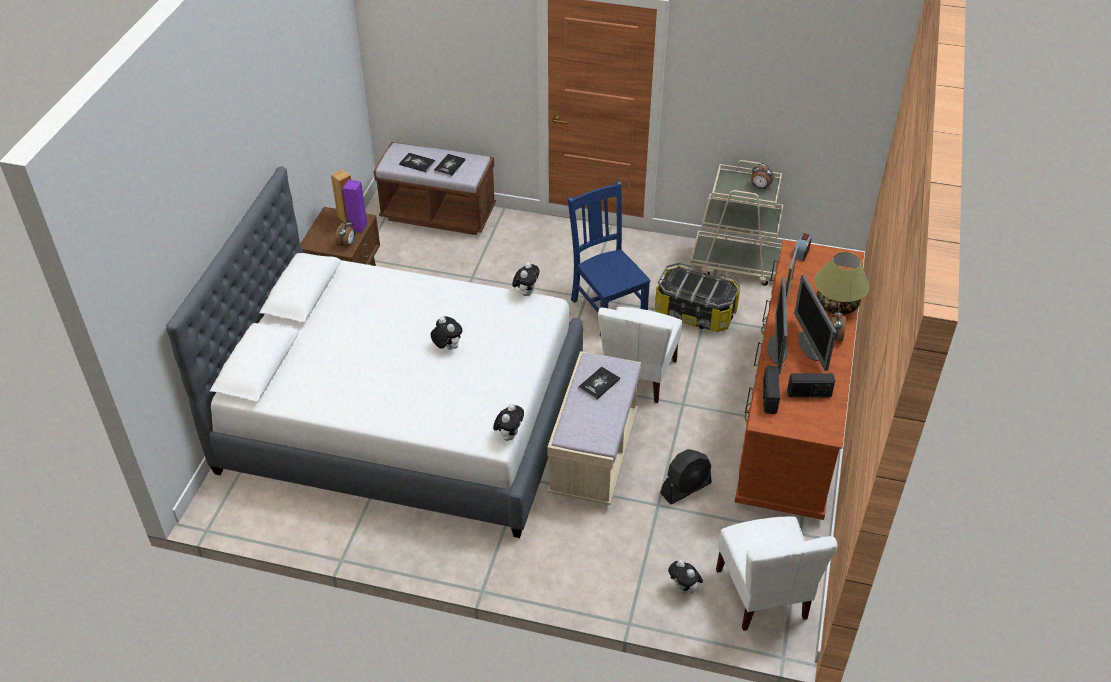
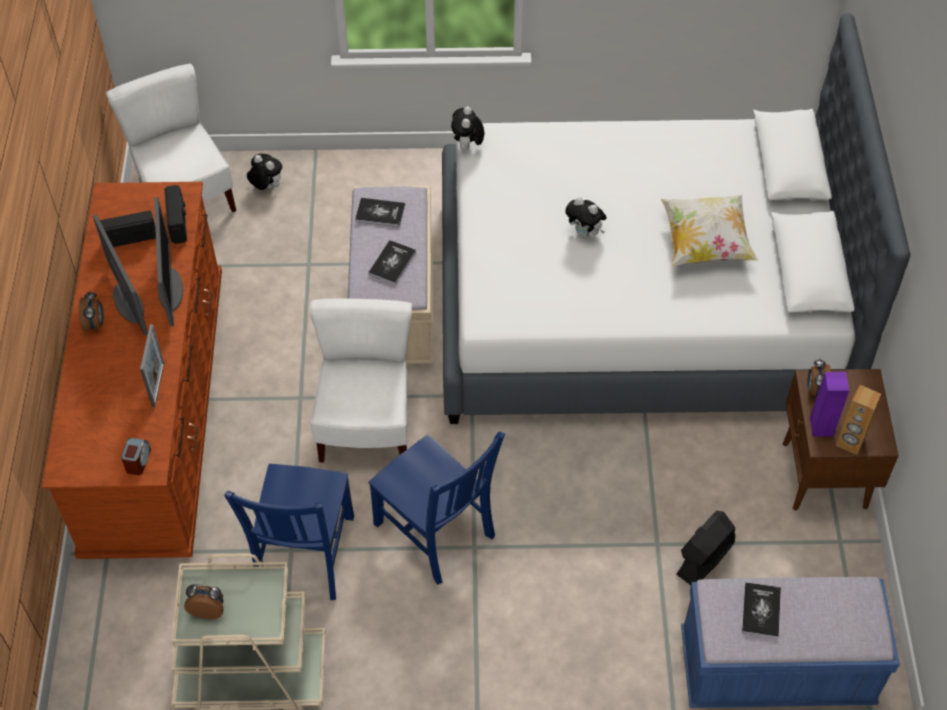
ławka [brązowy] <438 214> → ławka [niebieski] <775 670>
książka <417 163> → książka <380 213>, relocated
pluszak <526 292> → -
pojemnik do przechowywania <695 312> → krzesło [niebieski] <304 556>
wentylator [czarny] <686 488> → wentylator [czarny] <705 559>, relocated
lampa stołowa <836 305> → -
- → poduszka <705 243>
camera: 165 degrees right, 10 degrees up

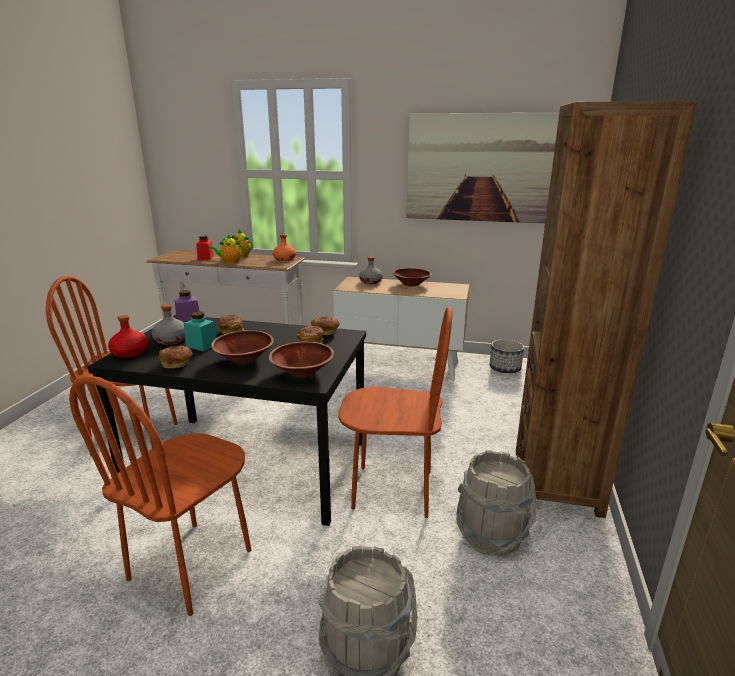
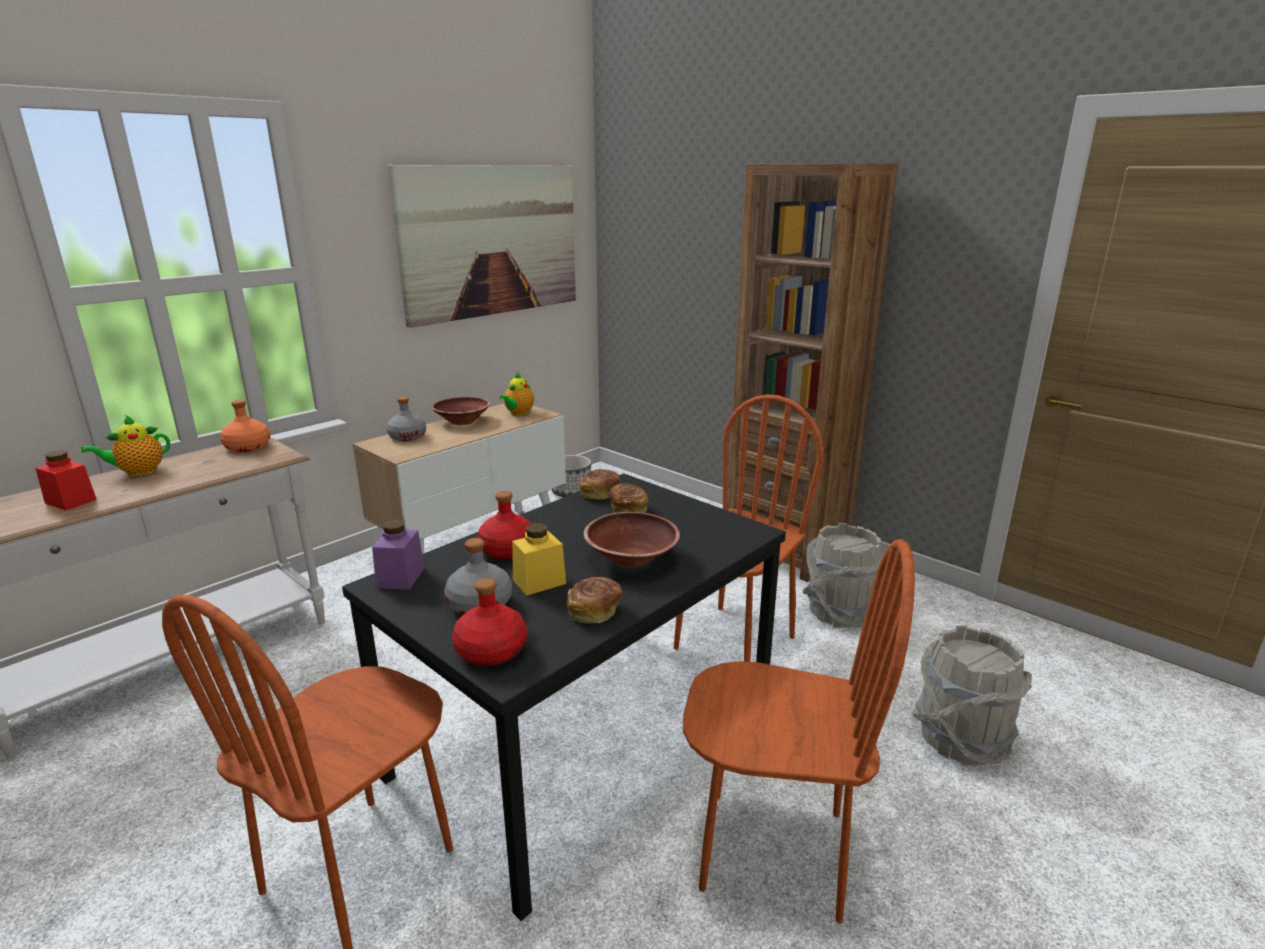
krzesło [brązowy] <191 565> → krzesło [brązowy] <773 851>, 45 degrees counterclockwise
słoik [turkusowy] <201 345> → słoik [żółty] <539 582>
imbryk <230 262> → imbryk <518 413>, relocated
chleb <231 331> → butelka [czerwony] <507 550>
miska [brązowy] <302 372> → -
camera: 60 degrees left, 0 degrees up

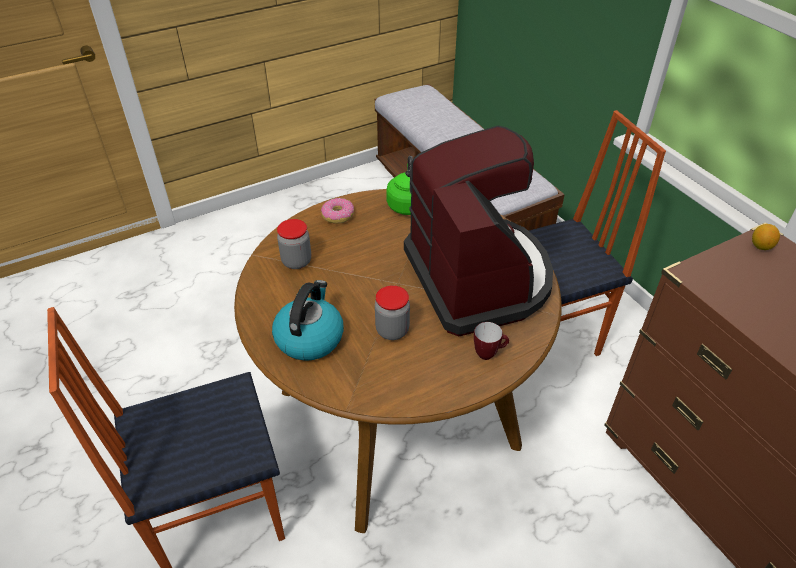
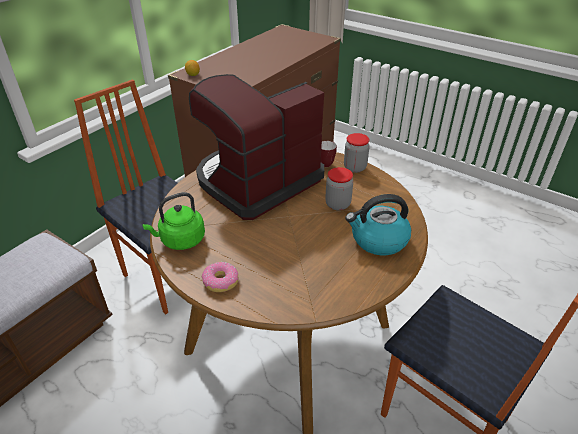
słoik <296 261> → słoik <355 167>, relocated
camera: 115 degrees left, 5 degrees down

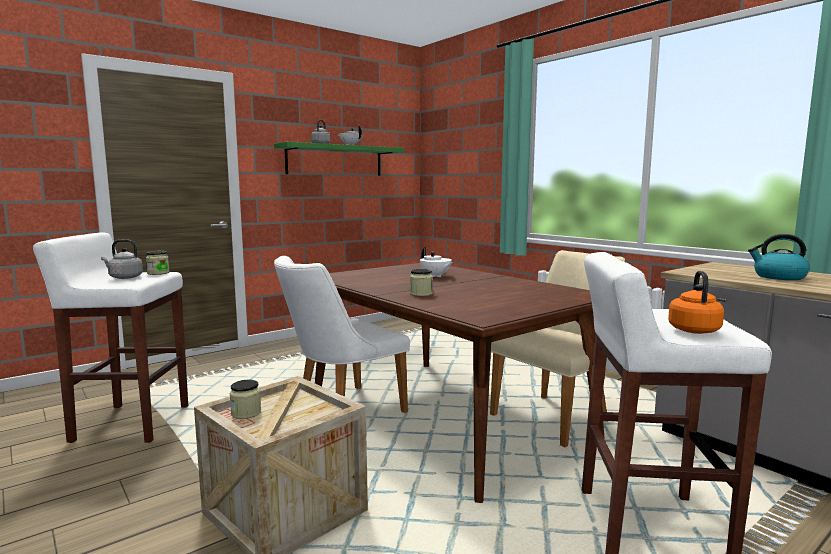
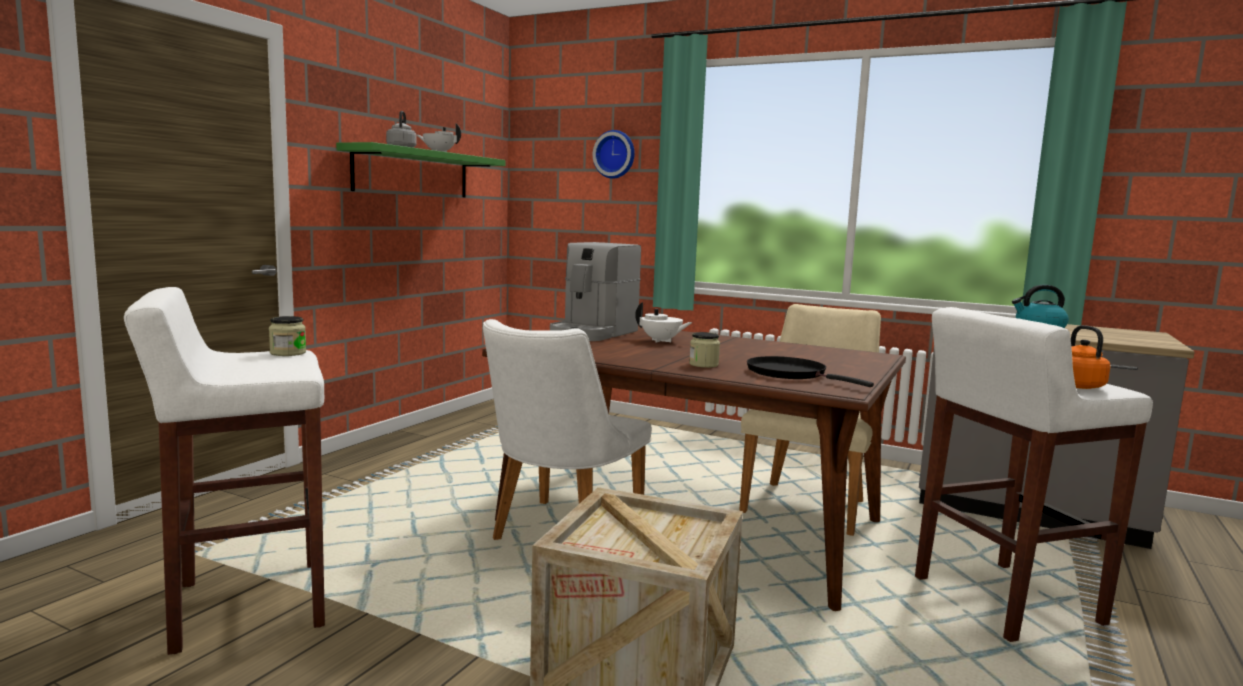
czajnik [szary] <124 277> → -
słoik <246 413> → -
- → ekspres do kawy <593 333>
- → zegar ścienny <615 154>
- → patelnia [czarny] <791 374>
camera: 25 degrees left, 0 degrees up

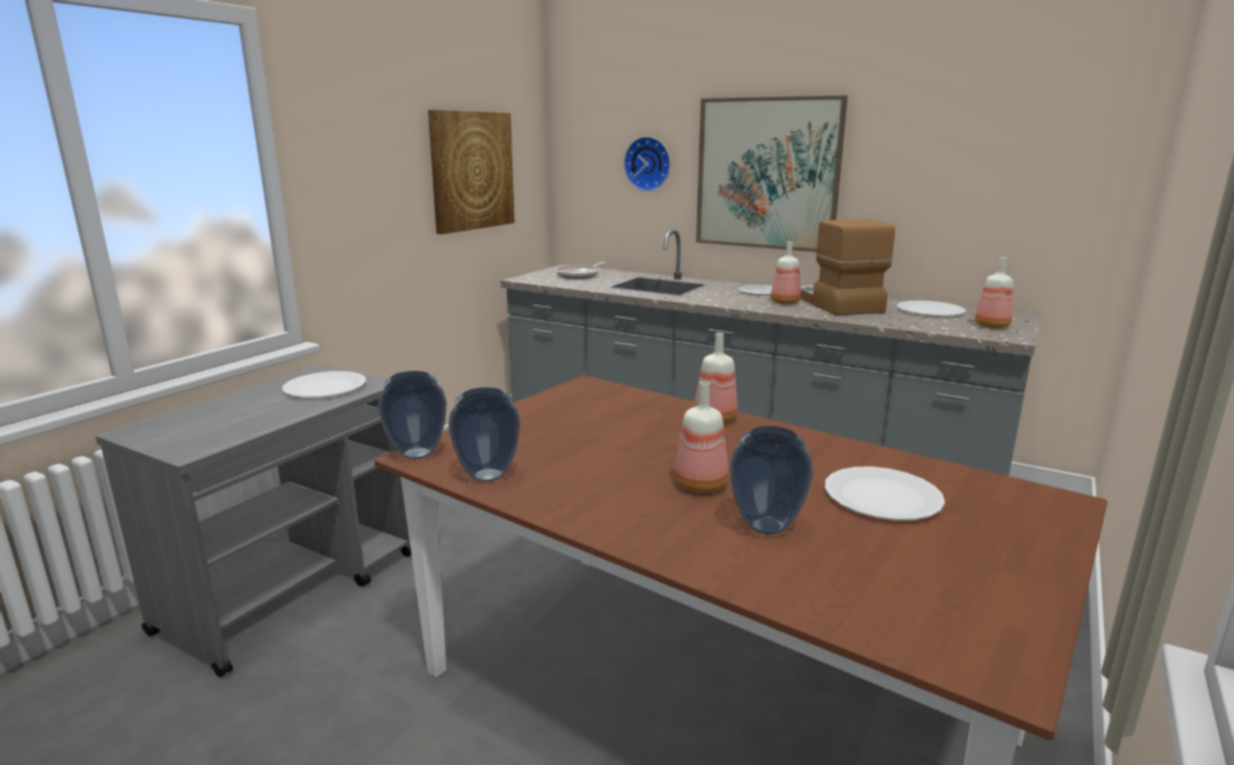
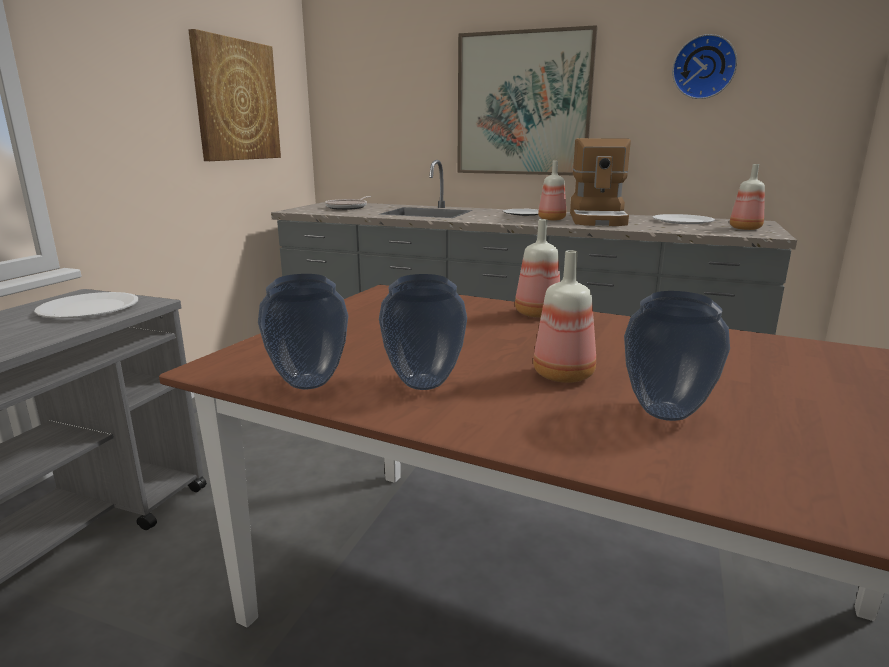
wazon <416 453> → wazon <422 383>, relocated
zegar ścienny <648 163> → zegar ścienny <703 67>, relocated
ekspres do kawy <837 304> → ekspres do kawy <598 219>, 150 degrees counterclockwise
talerz [biały] <882 496> → -
camera: 10 degrees left, 0 degrees up

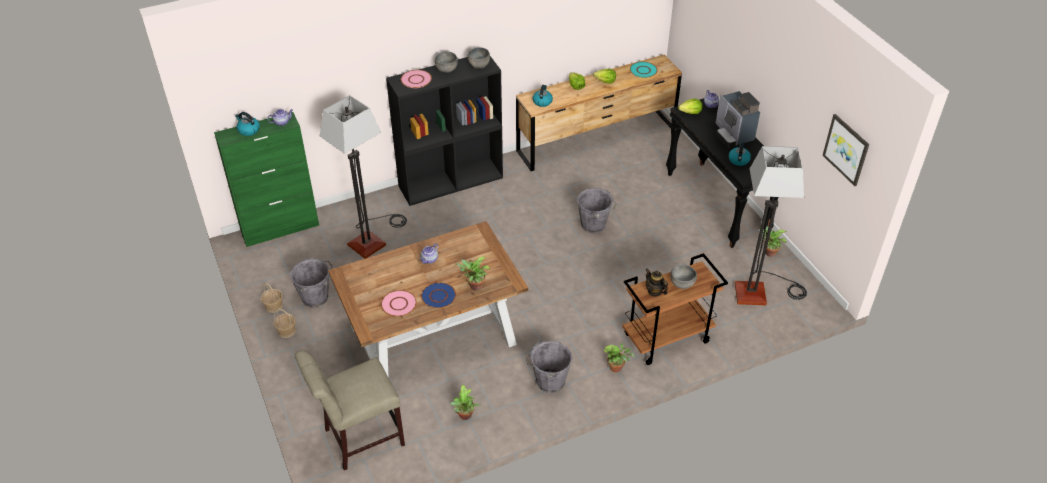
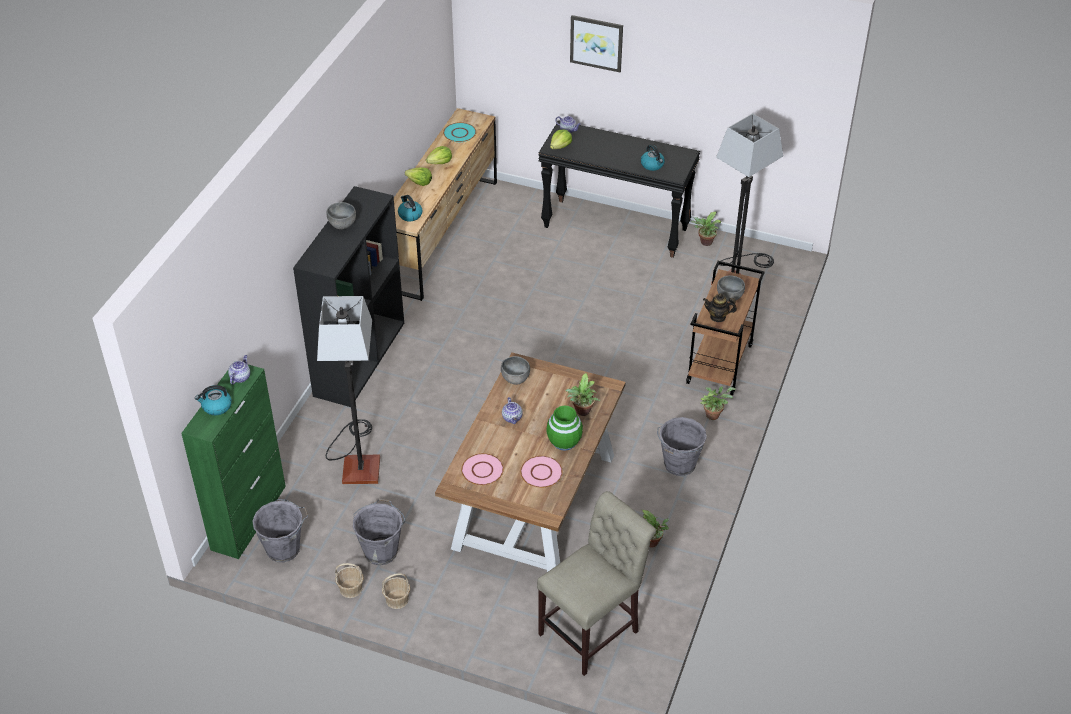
krzesło [beżowy] <359 438> → krzesło [beżowy] <593 630>, 150 degrees counterclockwise
talerz [różowy] <416 79> → talerz [różowy] <482 470>, relocated
talerz [niebieski] <438 296> → wazon [zielony] <564 441>
miska [szary] <479 66> → miska [szary] <515 379>, relocated
wiadro [szary] <594 225> → wiadro [szary] <284 548>, relocated
ekspres do kawy <733 134> → -
obraz <846 149> → obraz <596 43>, relocated
camera: 45 degrees left, 0 degrees up

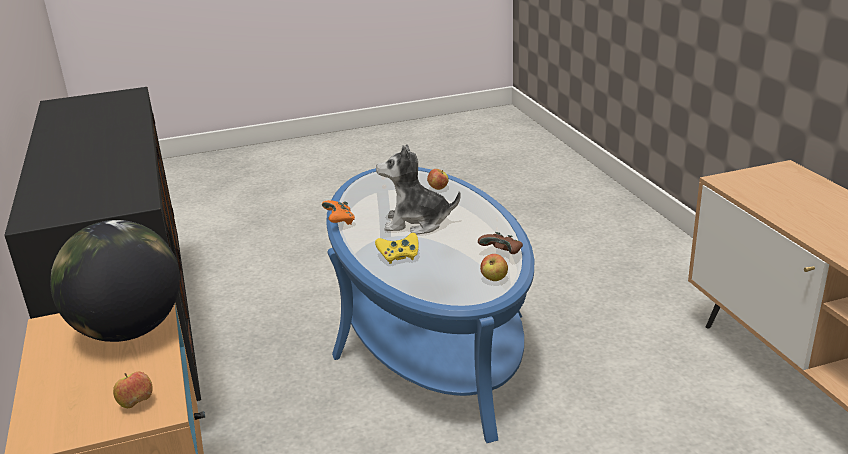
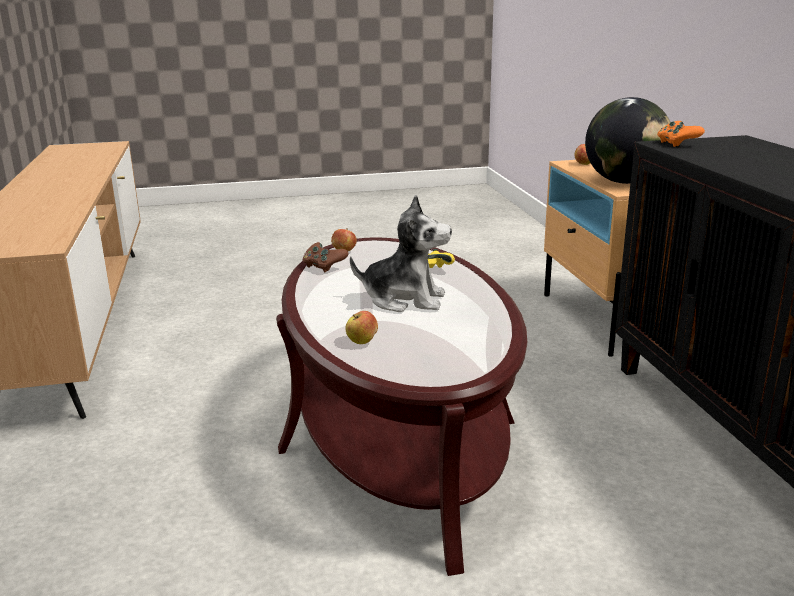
pad do gier [pomarańczowy] <339 221> → pad do gier [pomarańczowy] <677 144>, relocated
ława [niebieski] <429 335> → ława [brązowy] <398 435>
camera: 175 degrees left, 5 degrees down

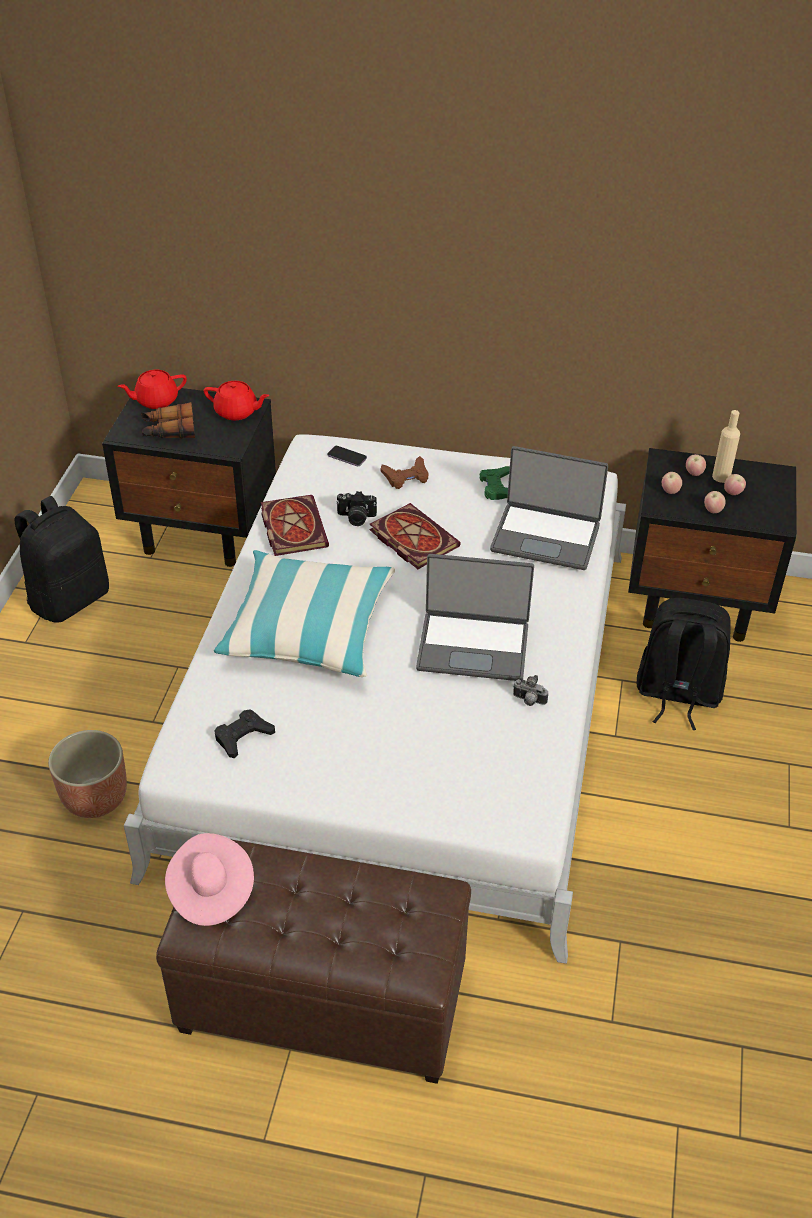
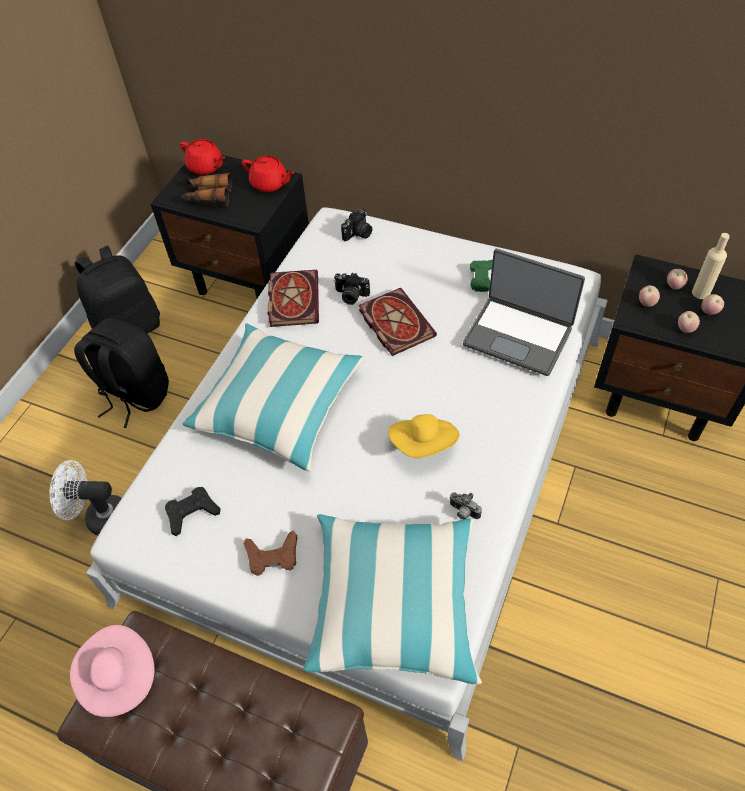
donica <95 797> → wentylator [biały] <101 517>
imbryk [czerwony] <156 400> → imbryk [czerwony] <206 167>, 135 degrees counterclockwise
telefon <347 457> → aparat fotograficzny <358 234>
pad do gier [brązowy] <406 477> → pad do gier [brązowy] <272 556>, relocated
laptop <473 646> → kapelusz [żółty] <424 445>
plecak [czarny] <677 694> → plecak [czarny] <134 395>, relocated
- → poduszka <394 603>
camera: 15 degrees right, 10 degrees up

